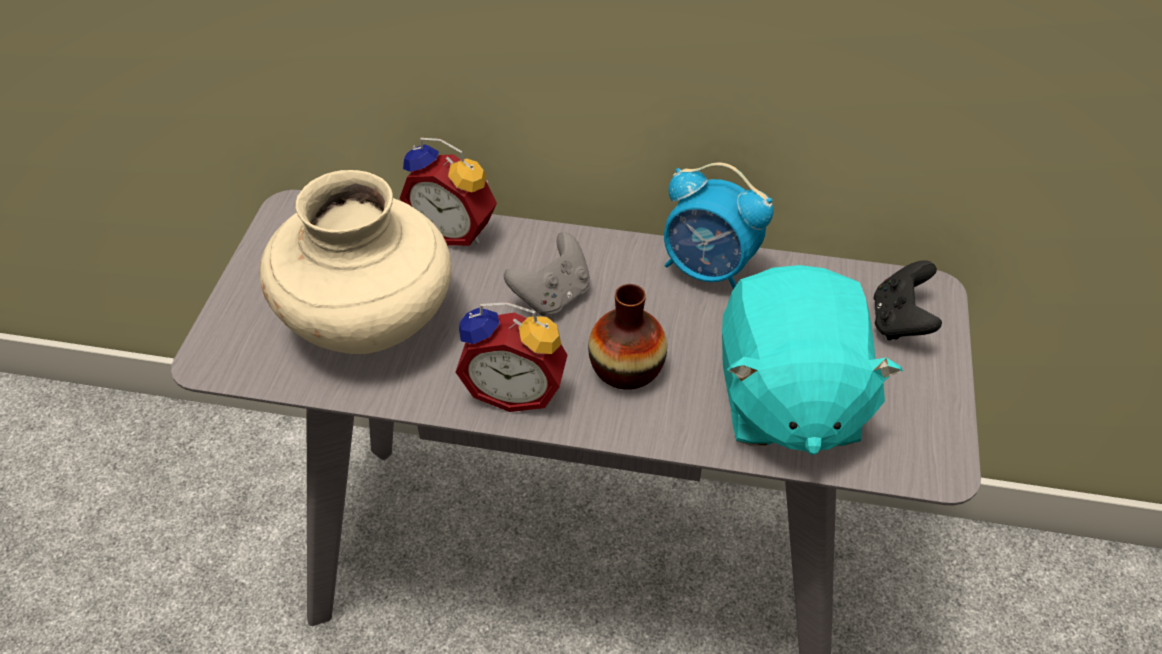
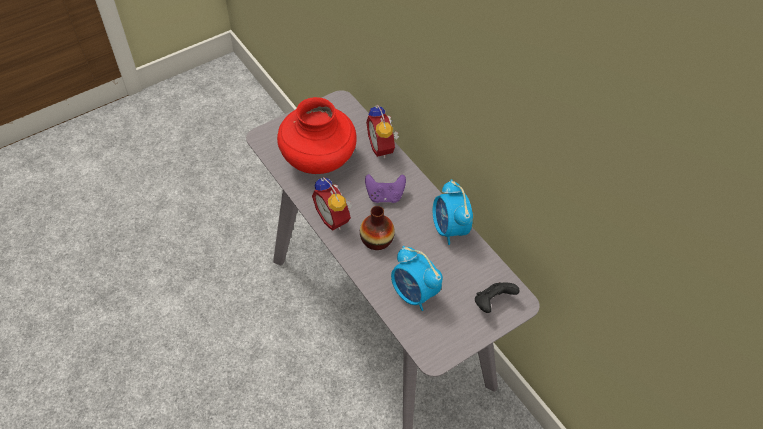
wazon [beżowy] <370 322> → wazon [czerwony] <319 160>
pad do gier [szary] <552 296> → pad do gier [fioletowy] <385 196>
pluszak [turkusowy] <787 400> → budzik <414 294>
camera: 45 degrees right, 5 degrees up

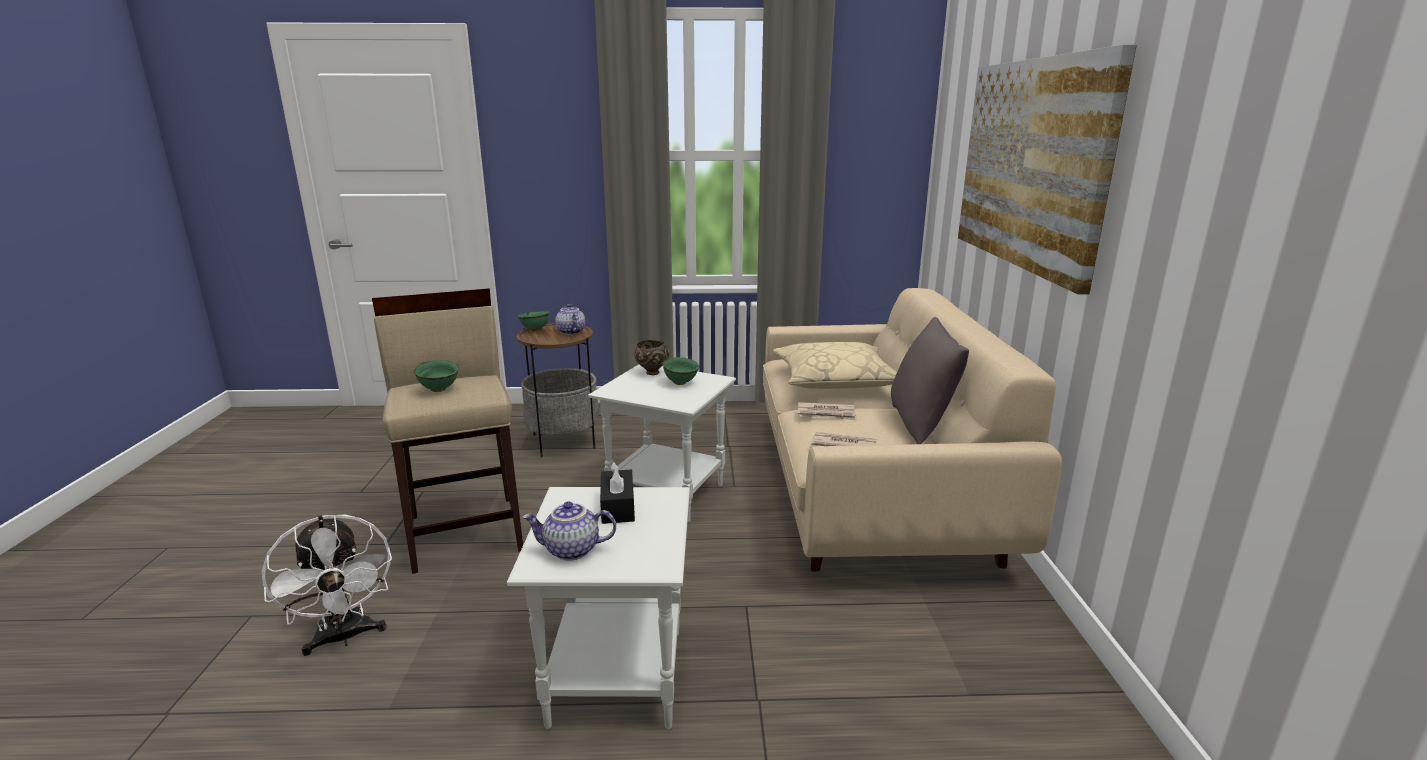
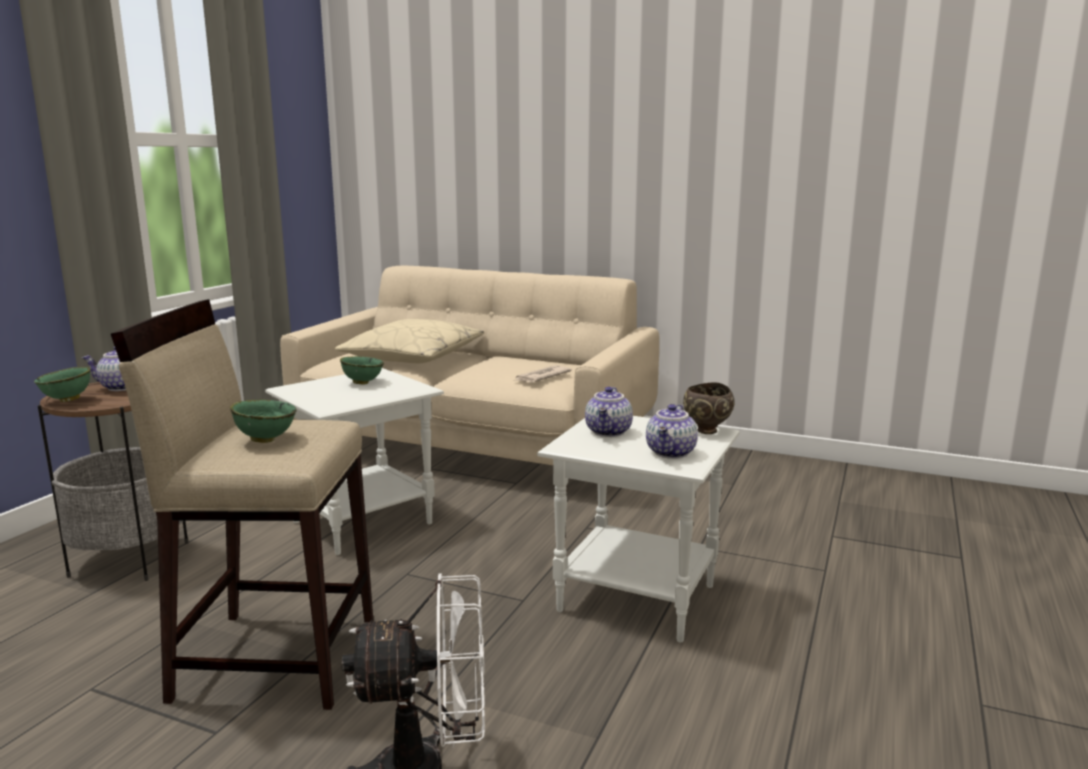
pudełko chusteczek [czarny] <618 507> → imbryk <609 432>
miska [brązowy] <651 373> → miska [brązowy] <706 431>, relocated
gazeta <826 414> → -
poduszka [szary] <921 425> → -
obraz <1031 164> → -
camera: 65 degrees left, 5 degrees down

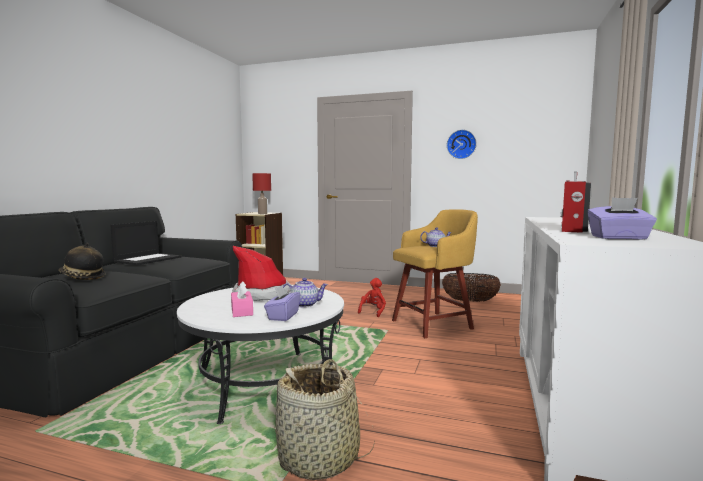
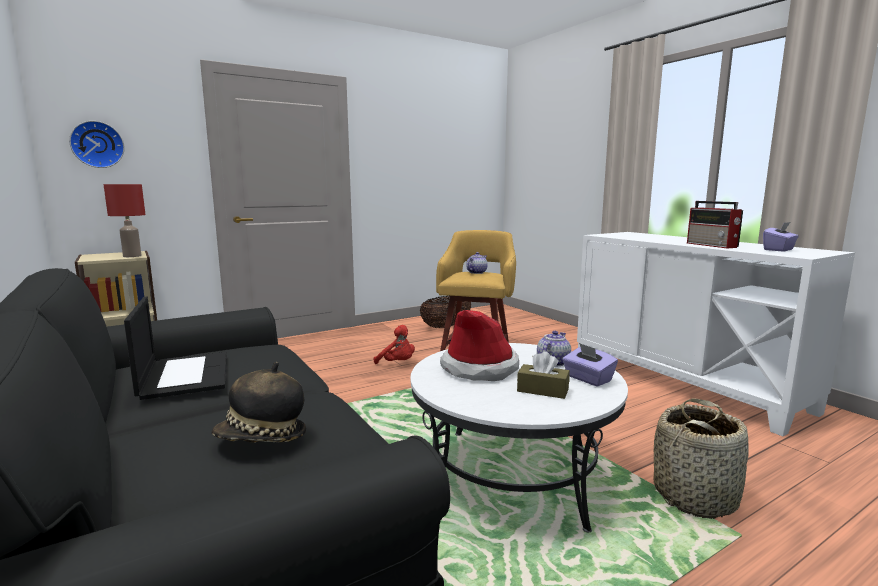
pudełko chusteczek [różowy] <242 311> → pudełko chusteczek [brązowy] <542 390>
pluszak [czerwony] <373 311> → pluszak [czerwony] <397 363>, 150 degrees clockwise
zegar ścienny <461 144> → zegar ścienny <97 144>, relocated
camera: 50 degrees left, 5 degrees up

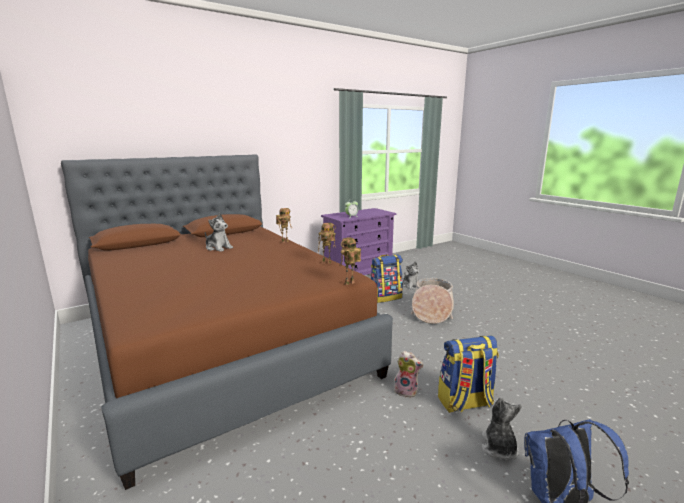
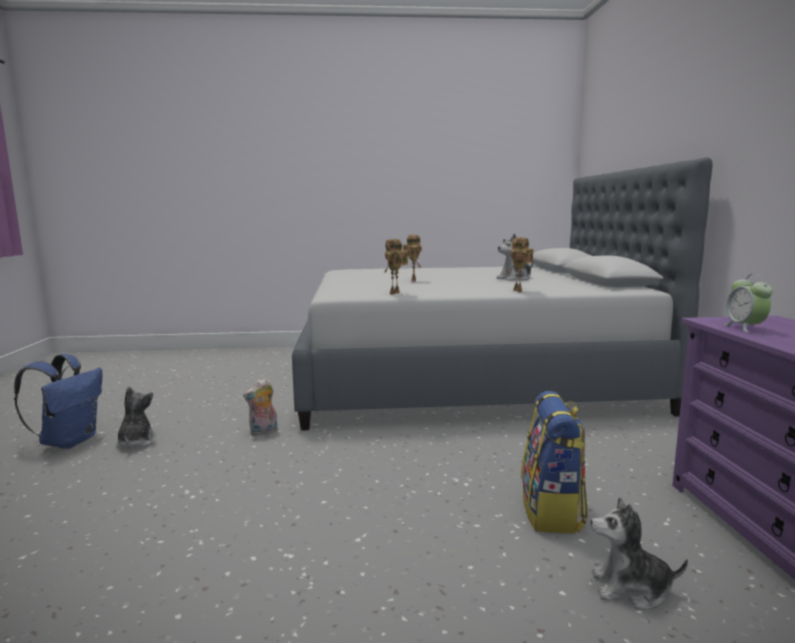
łóżko [brązowy] <222 344> → łóżko [szary] <468 378>
robot zabawkowy <349 284> → robot zabawkowy <412 280>, relocated
koszyk <431 311> → -
plecak <465 403> → -
pluszak <499 448> → pluszak <136 442>, 135 degrees counterclockwise
camera: 120 degrees right, 5 degrees down

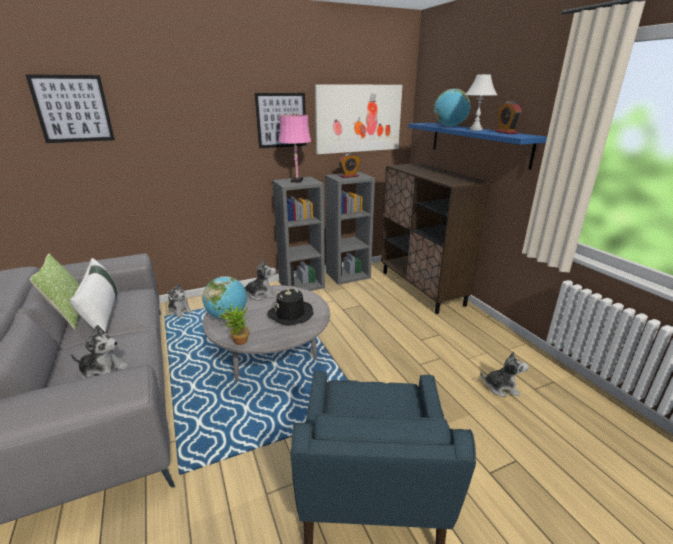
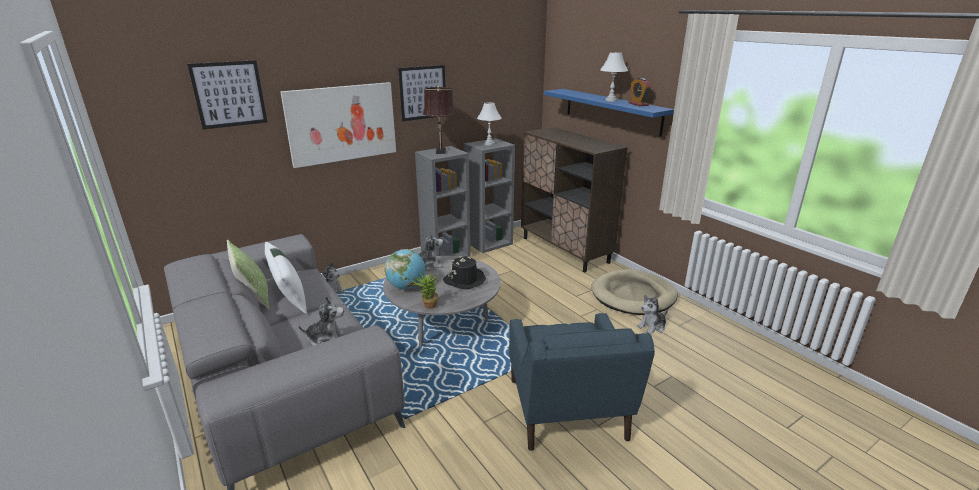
lampa stołowa [różowy] <296 181> → lampa stołowa [brązowy] <440 152>
obraz <358 118> → obraz <342 123>, relocated
budzik <349 176> → lampa stołowa [biały] <489 144>
globus <450 126> → -
pluszak <501 387> → pluszak <652 327>, 150 degrees clockwise
- → legowisko [beżowy] <633 296>
camera: 10 degrees left, 0 degrees up

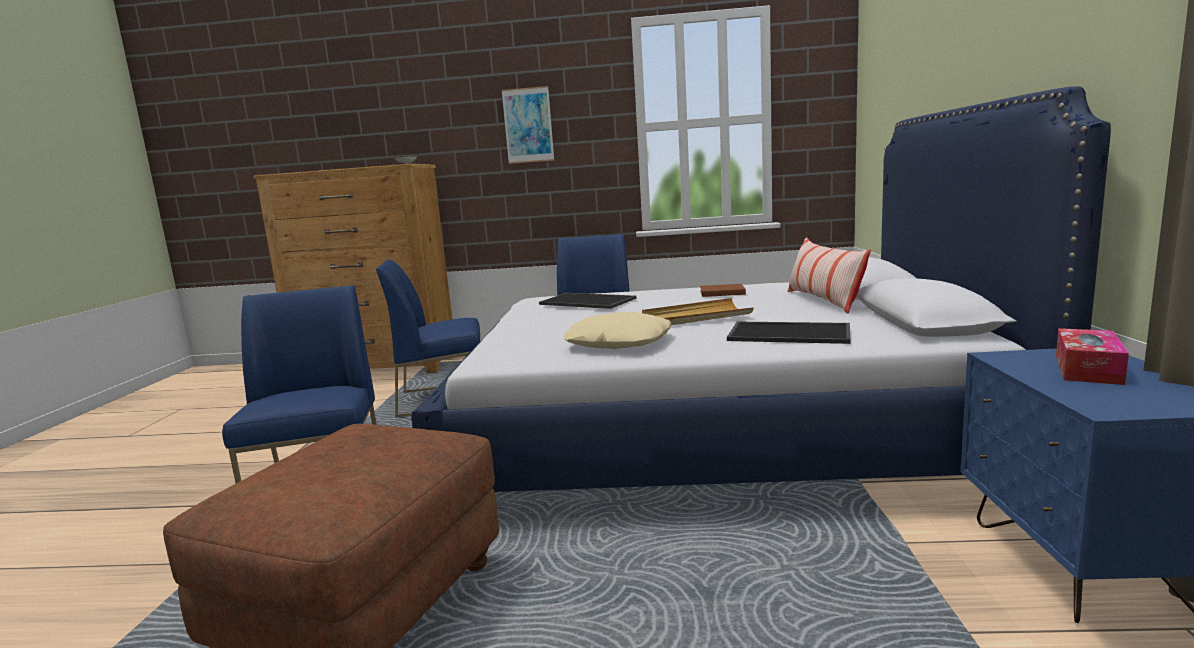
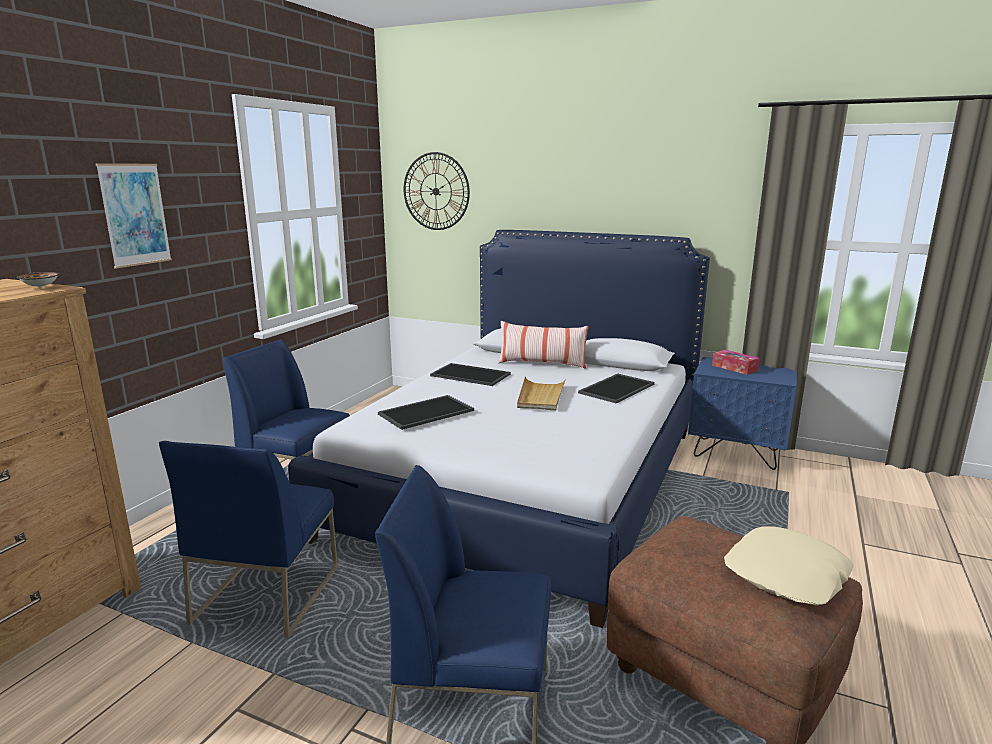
poduszka [beżowy] <618 343> → poduszka [beżowy] <787 575>, relocated
książka [brązowy] <721 292> → taca <469 375>
- → zegar ścienny <436 191>
camera: 70 degrees left, 5 degrees up

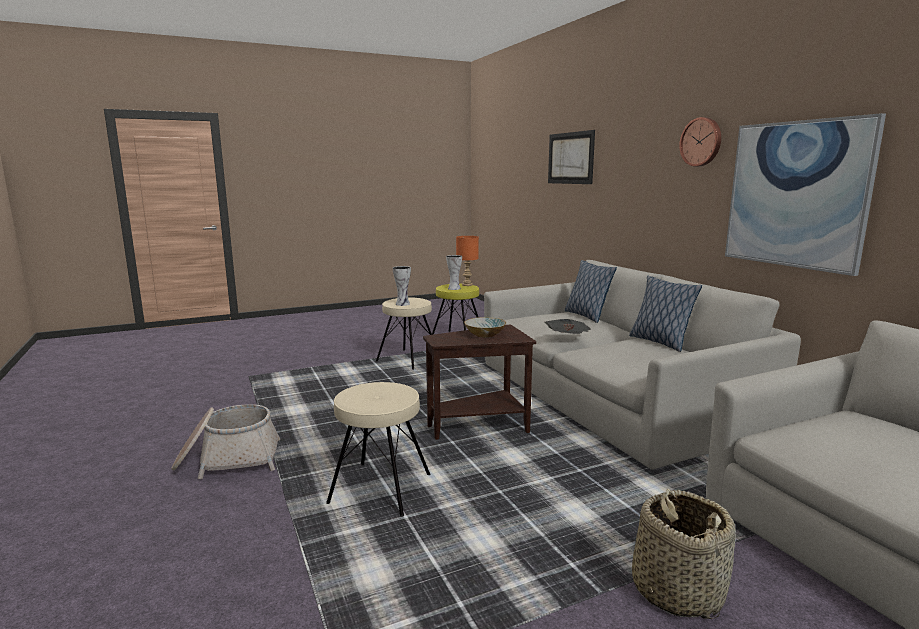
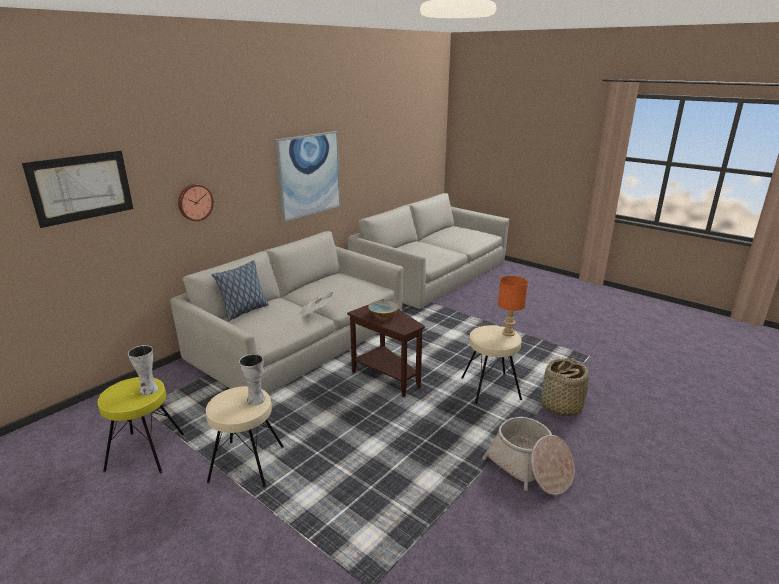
lampa stołowa [pomarańczowy] <467 285> → lampa stołowa [pomarańczowy] <508 333>, relocated
poduszka <659 342> → -
koszyk <677 590> → koszyk <560 406>, relocated
zegar ścienny <701 142> → zegar ścienny <194 202>, relocated
camera: 115 degrees left, 10 degrees up

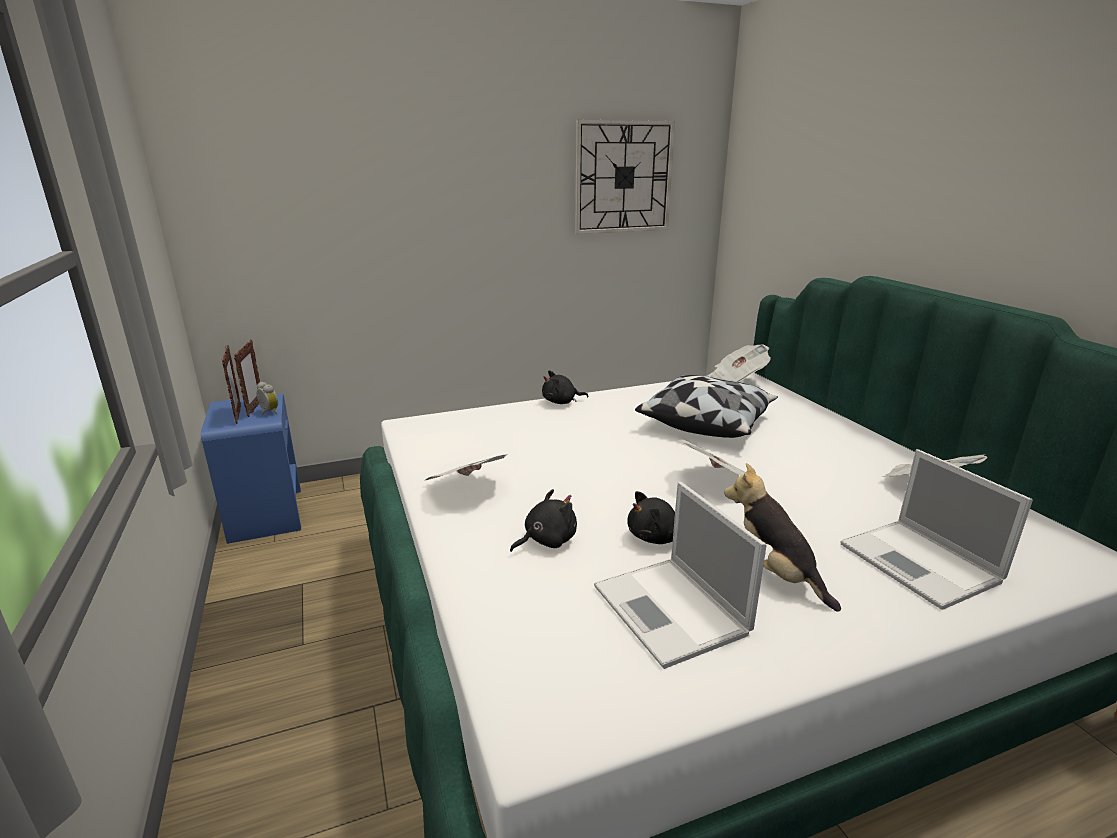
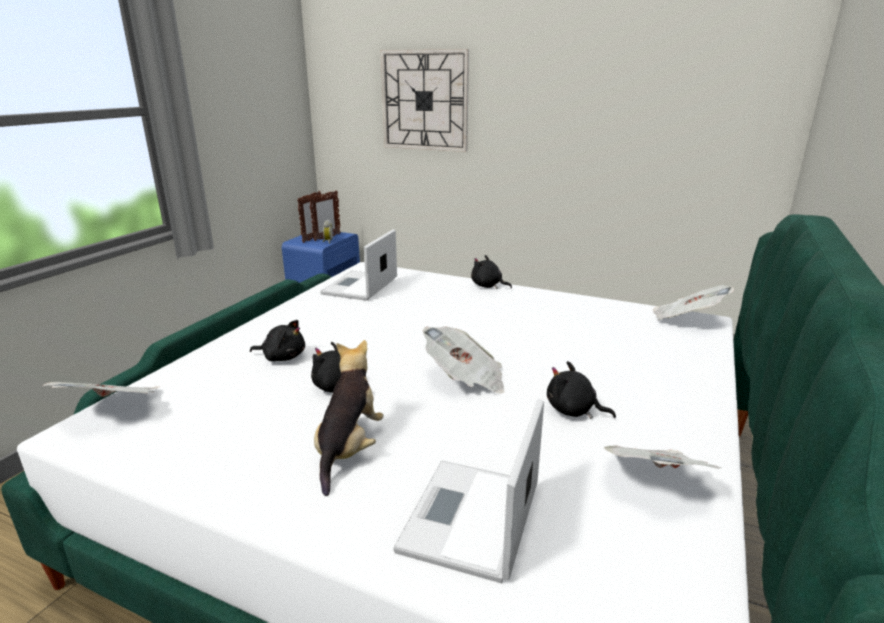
gazeta <466 488> → gazeta <113 409>, relocated
zegar ścienny <623 177> → zegar ścienny <425 101>, relocated
laptop <672 611> → laptop <360 287>, relocated
poduszka <706 422> → -
- → pluszak [czarny] <573 410>
camera: 45 degrees right, 0 degrees up

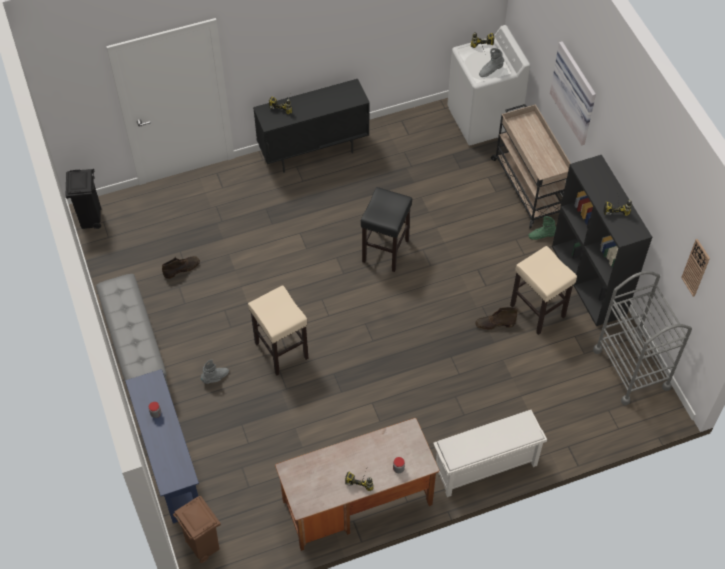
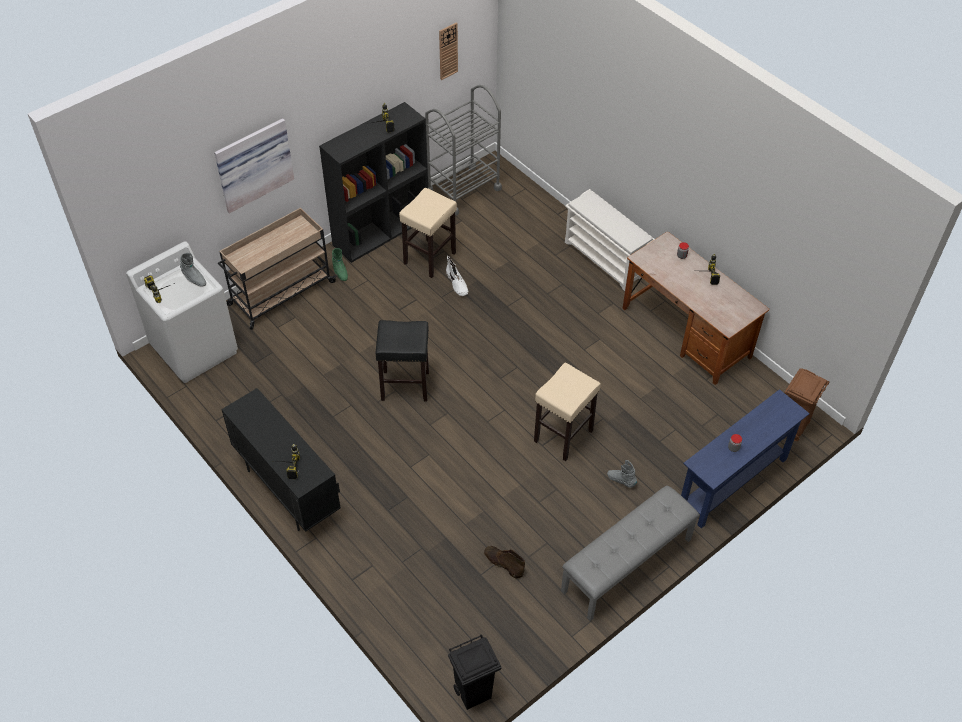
but z cholewką [brązowy] <494 324> → but z cholewką [biały] <457 284>
camera: 110 degrees left, 5 degrees down

